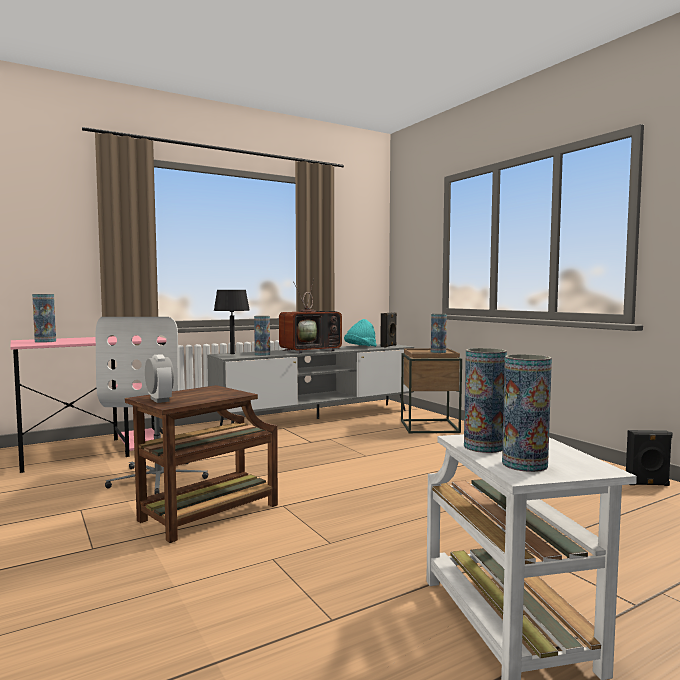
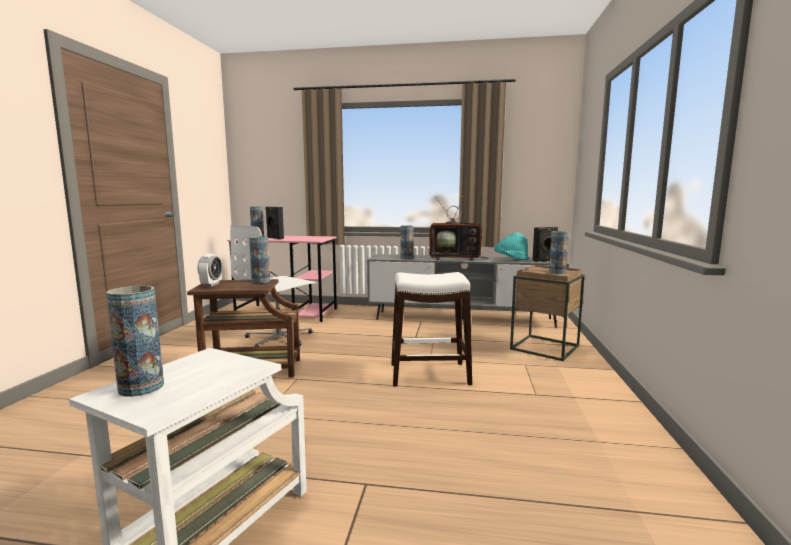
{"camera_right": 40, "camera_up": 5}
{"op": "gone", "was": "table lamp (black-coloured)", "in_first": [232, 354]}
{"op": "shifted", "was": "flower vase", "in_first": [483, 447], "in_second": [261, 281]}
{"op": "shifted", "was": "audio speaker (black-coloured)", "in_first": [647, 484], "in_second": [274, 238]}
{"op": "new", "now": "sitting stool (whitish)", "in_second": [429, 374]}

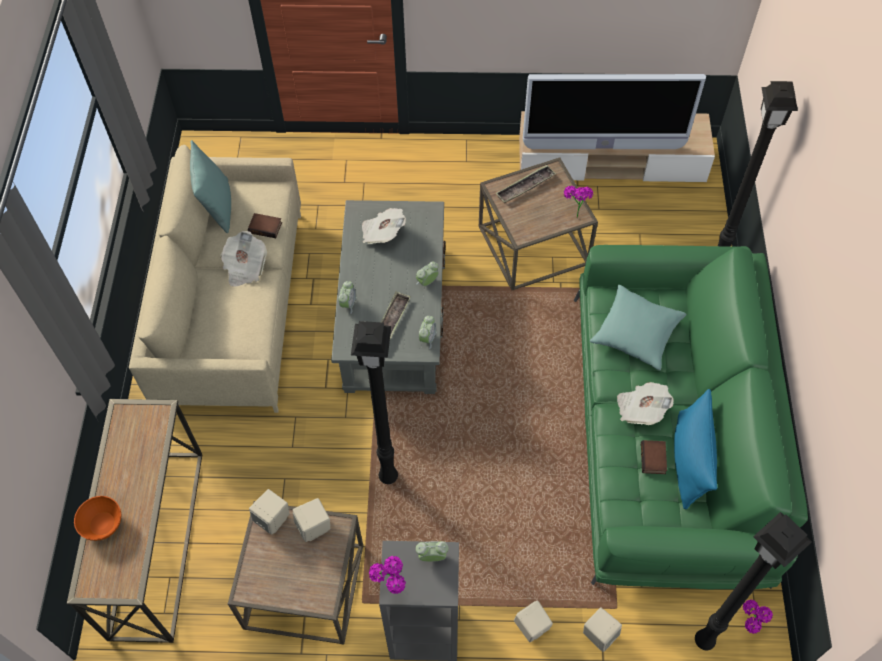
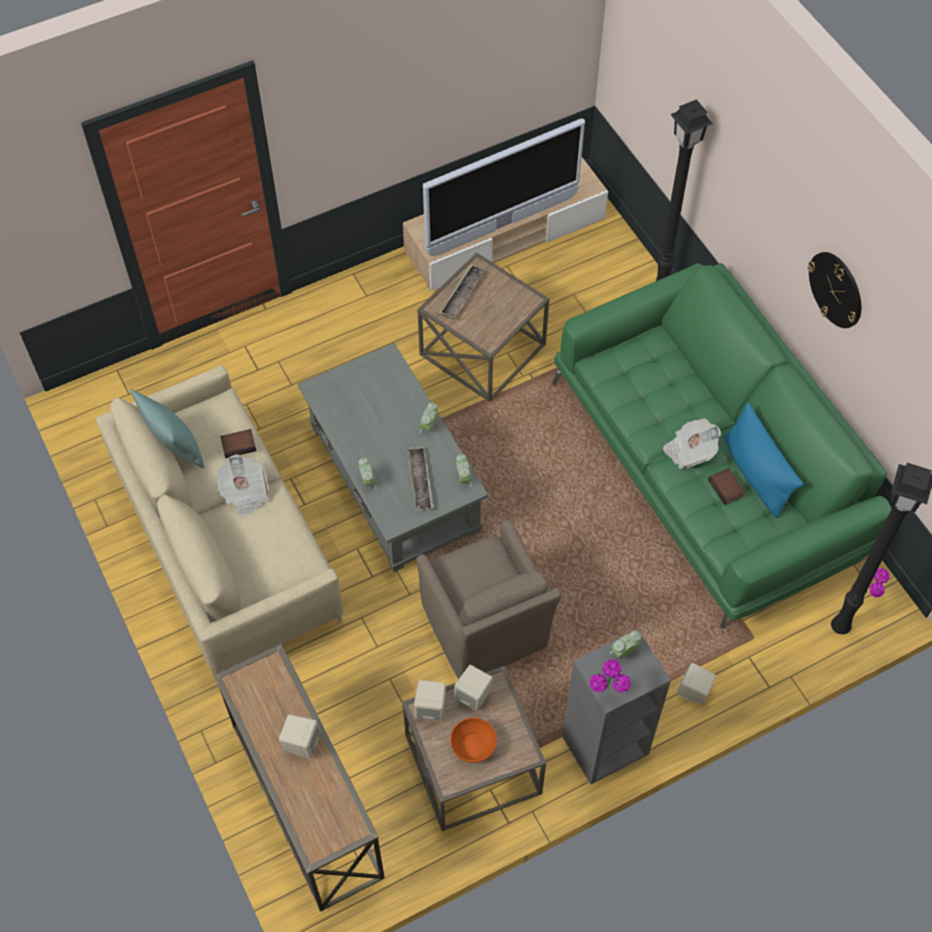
{"camera_right": -30, "camera_up": 0}
{"op": "gone", "was": "plant in a pot", "in_first": [575, 213]}
{"op": "gone", "was": "daily paper", "in_first": [382, 233]}
{"op": "gone", "was": "throw pillow (turquoise)", "in_first": [636, 334]}
{"op": "swapped", "was": "standard lamp (black-coloured)", "now": "easy chair (brown-coloured)", "in_first": [387, 478], "in_second": [485, 629]}
{"op": "shifted", "was": "deep dish (orangey)", "in_first": [102, 524], "in_second": [473, 746]}
{"op": "shifted", "was": "audio speaker (sand-coloured)", "in_first": [599, 634], "in_second": [302, 743]}
{"op": "new", "now": "hanging clock", "in_second": [836, 289]}

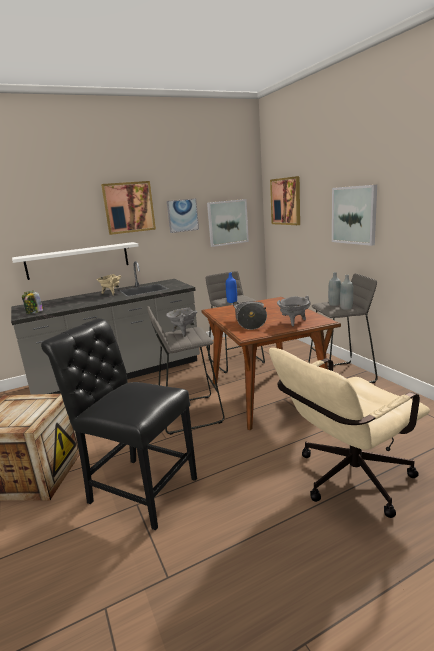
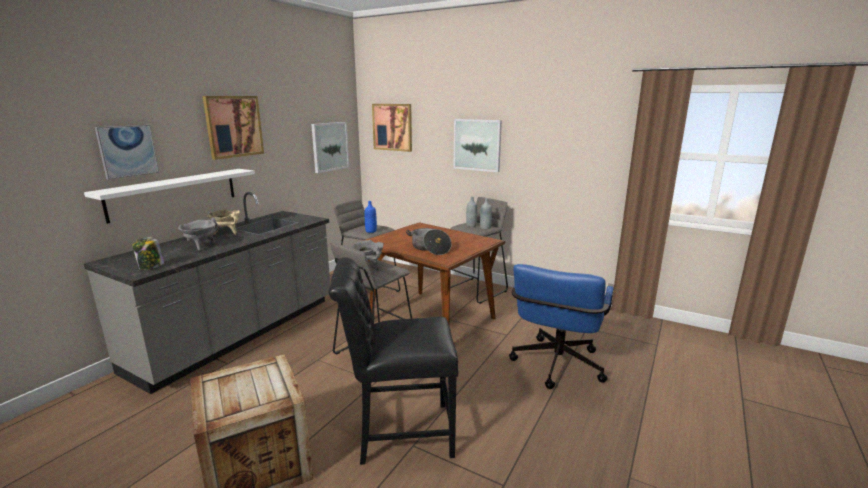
{"camera_right": -35, "camera_up": 0}
{"op": "shifted", "was": "wall picture", "in_first": [182, 215], "in_second": [127, 151]}
{"op": "shifted", "was": "cooking pot (greyish)", "in_first": [293, 322], "in_second": [201, 246]}
{"op": "repainted", "was": "desk chair (sand-coloured)", "now": "desk chair (blue)", "in_first": [346, 480], "in_second": [555, 368]}

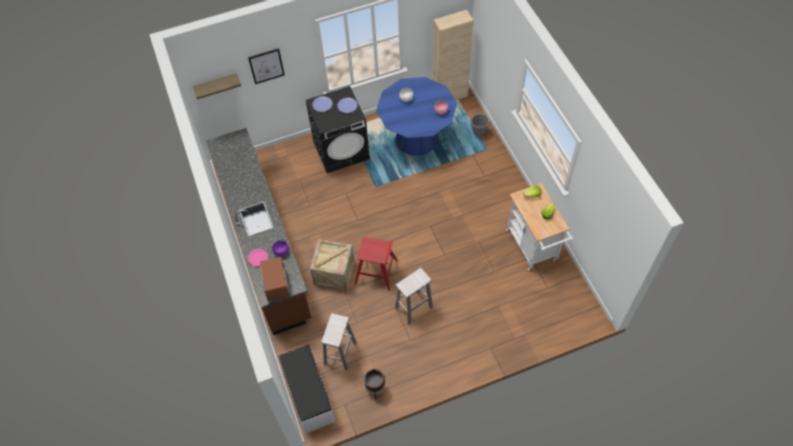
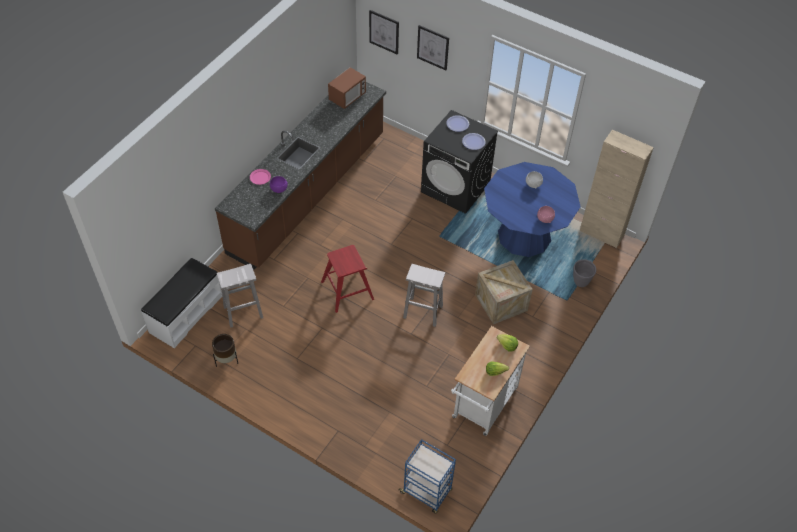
{"camera_right": 50, "camera_up": -5}
{"op": "swapped", "was": "shelf", "now": "wall picture", "in_first": [216, 85], "in_second": [384, 32]}
{"op": "shifted", "was": "crate", "in_first": [334, 272], "in_second": [501, 302]}
{"op": "shifted", "was": "microwave", "in_first": [276, 285], "in_second": [347, 97]}
{"op": "shifted", "was": "sitting stool (whitish)", "in_first": [413, 308], "in_second": [422, 311]}
{"op": "new", "now": "cart (blue)", "in_second": [426, 491]}

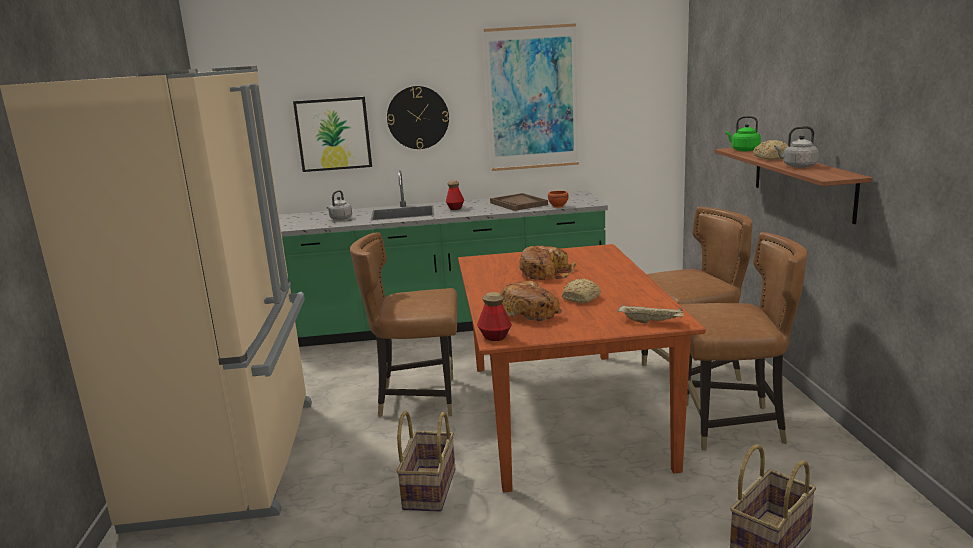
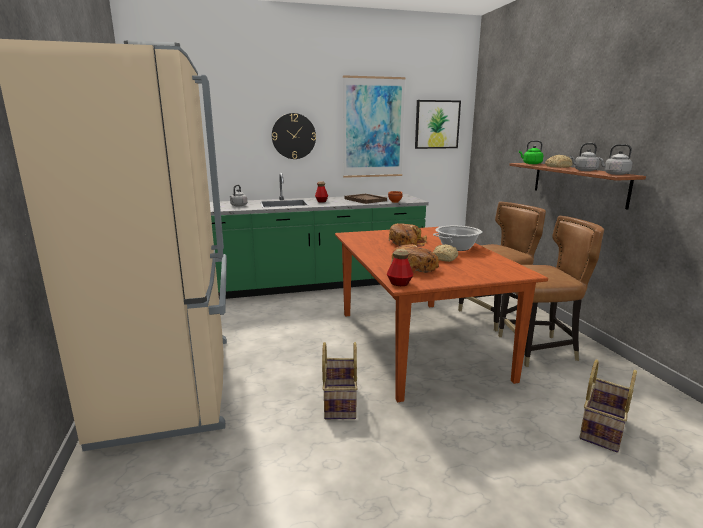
{"camera_right": -10, "camera_up": 0}
{"op": "shifted", "was": "wall picture", "in_first": [333, 134], "in_second": [437, 124]}
{"op": "gone", "was": "chair (brown-coloured)", "in_first": [418, 398]}
{"op": "gone", "was": "tray (sand-coloured)", "in_first": [651, 322]}
{"op": "new", "now": "tea kettle (greyish)", "in_second": [614, 174]}
{"op": "new", "now": "cooking pot", "in_second": [457, 248]}

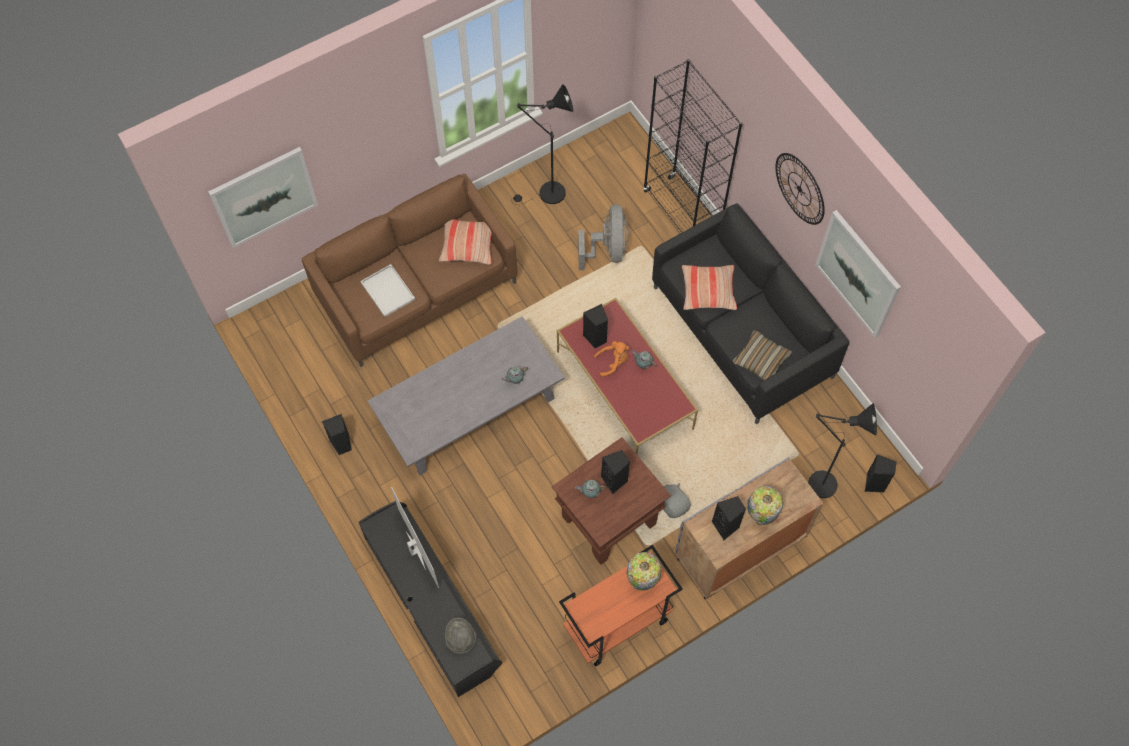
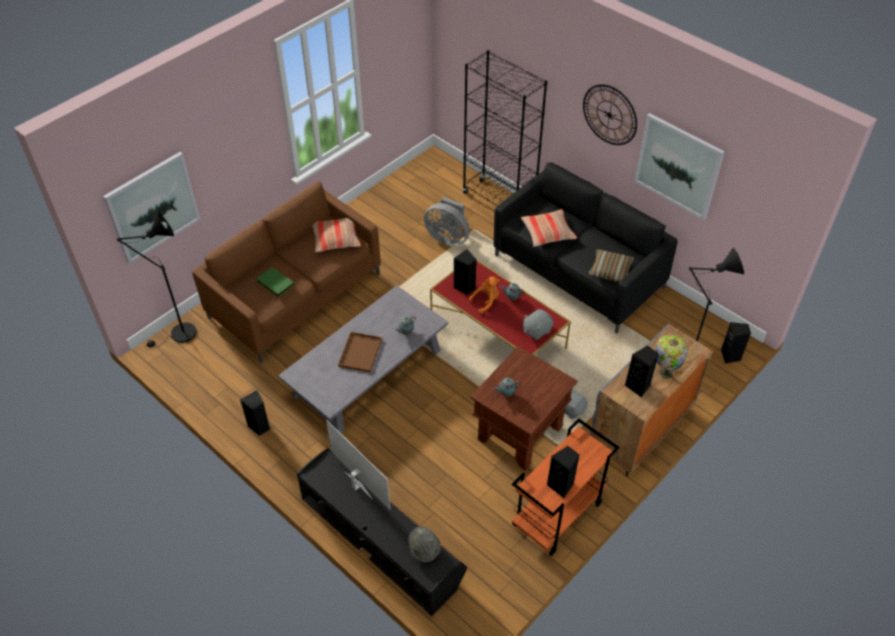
{"camera_right": -15, "camera_up": -15}
{"op": "shifted", "was": "standard lamp (black-coloured)", "in_first": [547, 195], "in_second": [179, 335]}
{"op": "rotated", "was": "fan (greyish)", "in_first": [607, 250], "in_second": [448, 238], "clockwise": 135}
{"op": "swapped", "was": "tray (whitish)", "now": "volume (green)", "in_first": [387, 290], "in_second": [274, 284]}
{"op": "shifted", "was": "audio speaker (black-coloured)", "in_first": [615, 481], "in_second": [561, 485]}
{"op": "gone", "was": "table lamp", "in_first": [642, 582]}
{"op": "new", "now": "cuddly toy (greyish)", "in_second": [536, 330]}
{"op": "new", "now": "tray (brown-coloured)", "in_second": [360, 352]}

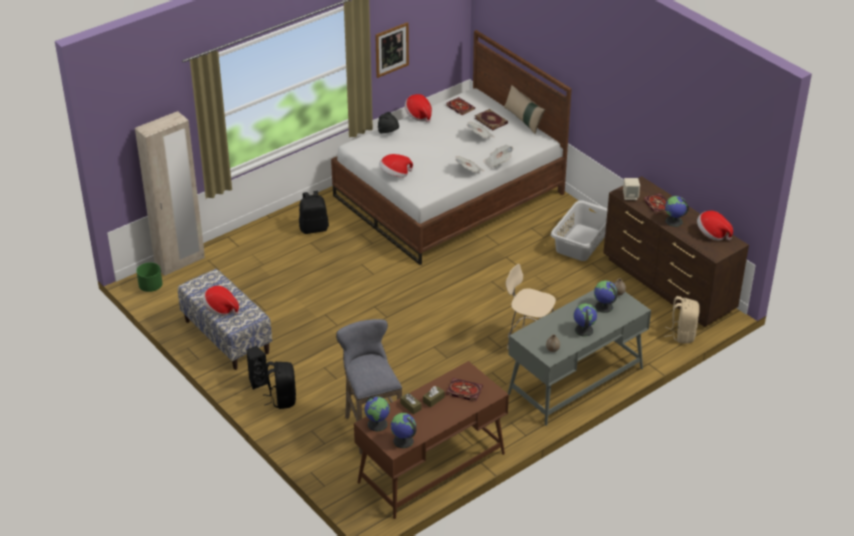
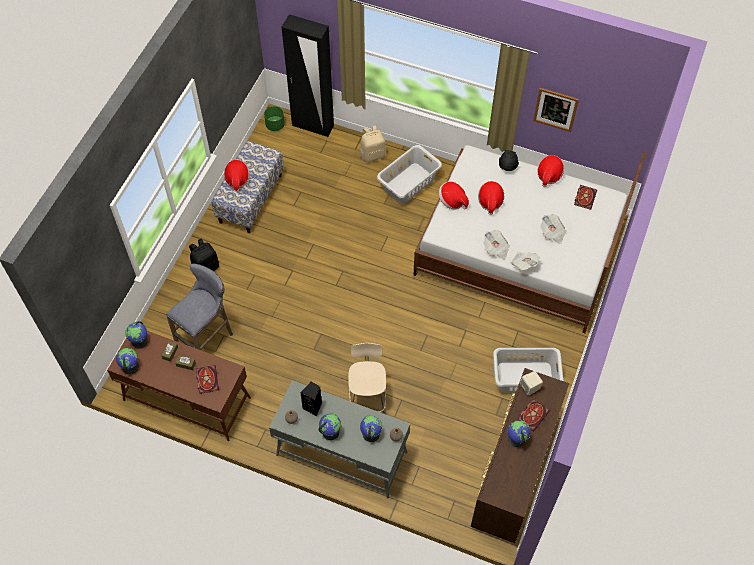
{"camera_right": 60, "camera_up": 20}
{"op": "gone", "was": "throw pillow (sand-coloured)", "in_first": [523, 120]}
{"op": "gone", "was": "volume", "in_first": [491, 120]}
{"op": "repainted", "was": "wardrobe (sand-coloured)", "now": "wardrobe (black-coloured)", "in_first": [180, 262], "in_second": [312, 126]}
{"op": "swapped", "was": "rucksack (black-coloured)", "now": "washing basket (greyish)", "in_first": [314, 228], "in_second": [409, 183]}
{"op": "shifted", "was": "clothing hat", "in_first": [712, 234], "in_second": [490, 201]}
{"op": "shifted", "was": "rucksack (sand-coloured)", "in_first": [682, 334], "in_second": [372, 154]}
{"op": "shifted", "was": "audio speaker (black-coloured)", "in_first": [257, 382], "in_second": [313, 407]}

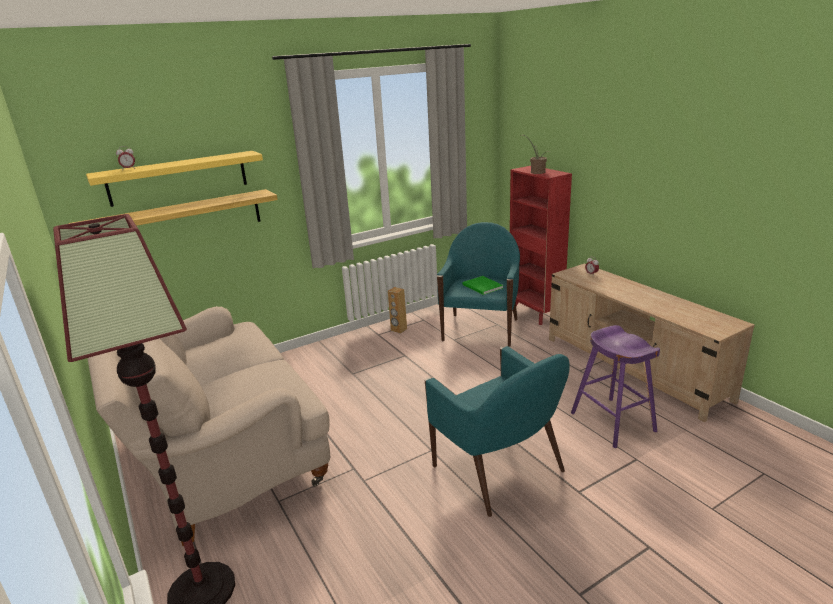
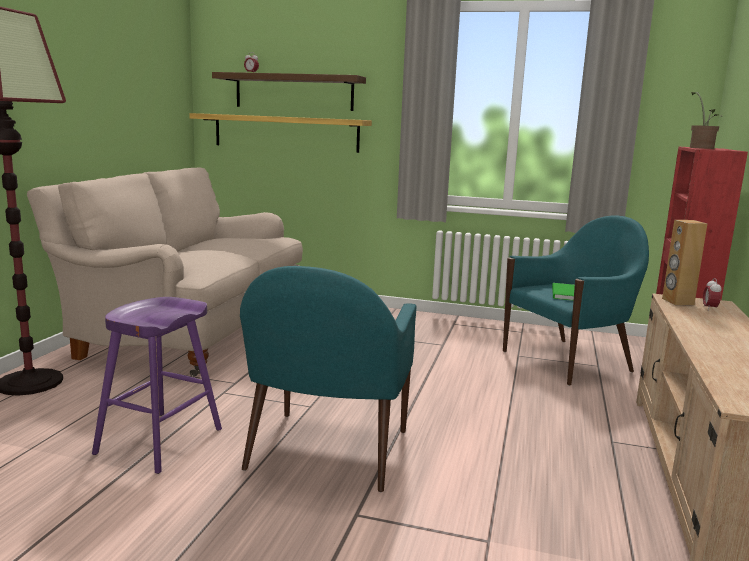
{"camera_right": 45, "camera_up": -10}
{"op": "repainted", "was": "shelf (yellowish)", "now": "shelf (brown-coloured)", "in_first": [178, 178], "in_second": [294, 92]}
{"op": "shifted", "was": "audio speaker (brown-coloured)", "in_first": [398, 330], "in_second": [677, 302]}
{"op": "shifted", "was": "sitting stool (purplish)", "in_first": [613, 422], "in_second": [159, 441]}

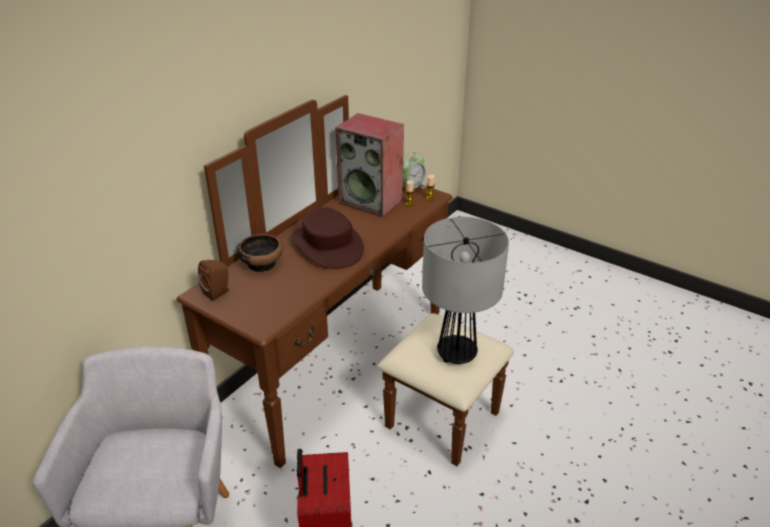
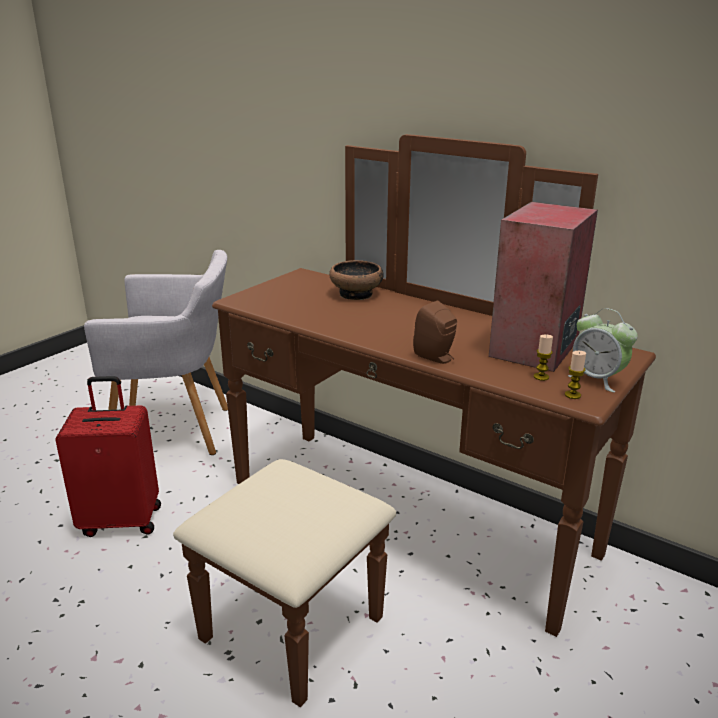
{"camera_right": 90, "camera_up": -10}
{"op": "gone", "was": "clothing hat (brown-coloured)", "in_first": [328, 245]}
{"op": "gone", "was": "table lamp", "in_first": [456, 354]}
{"op": "shifted", "was": "audio speaker (brown-coloured)", "in_first": [218, 292], "in_second": [436, 357]}

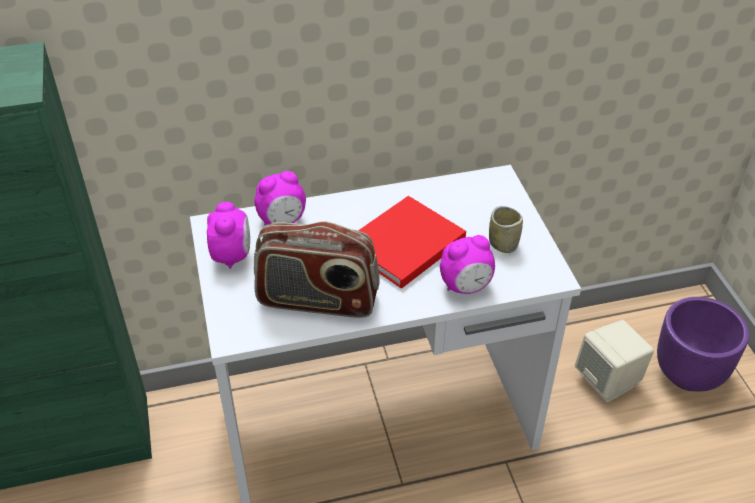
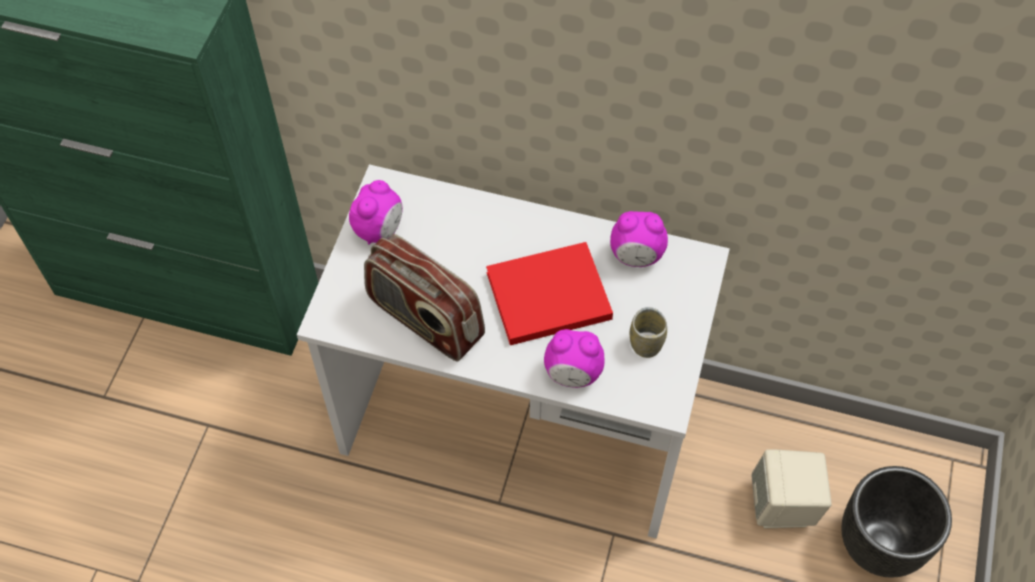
{"camera_right": 30, "camera_up": 15}
{"op": "shifted", "was": "bedside clock", "in_first": [282, 221], "in_second": [636, 256]}
{"op": "repainted", "was": "flower pot (purplish)", "now": "flower pot (black-coloured)", "in_first": [689, 374], "in_second": [880, 544]}

